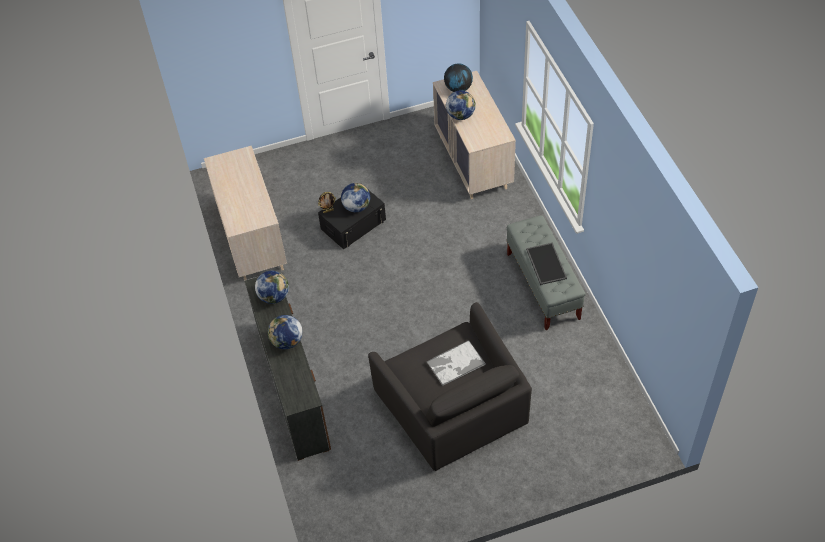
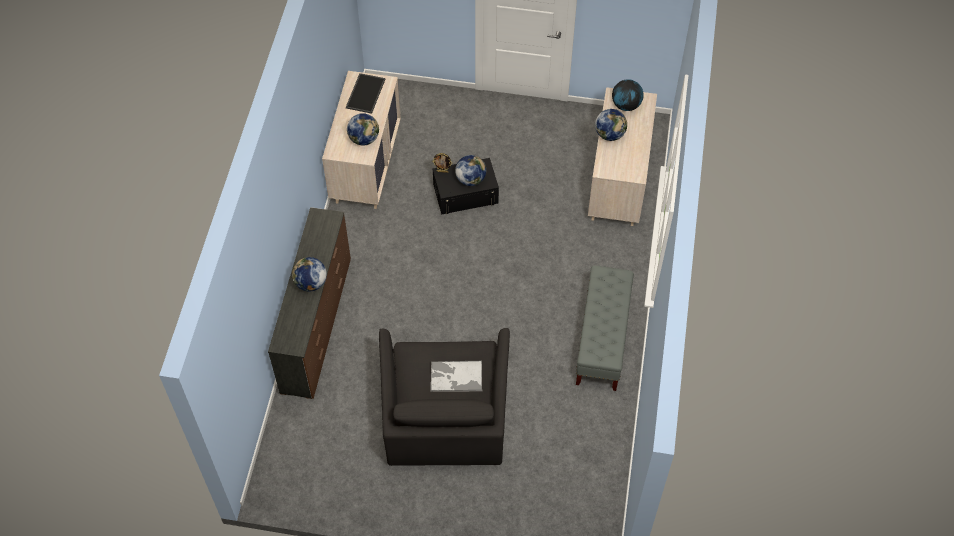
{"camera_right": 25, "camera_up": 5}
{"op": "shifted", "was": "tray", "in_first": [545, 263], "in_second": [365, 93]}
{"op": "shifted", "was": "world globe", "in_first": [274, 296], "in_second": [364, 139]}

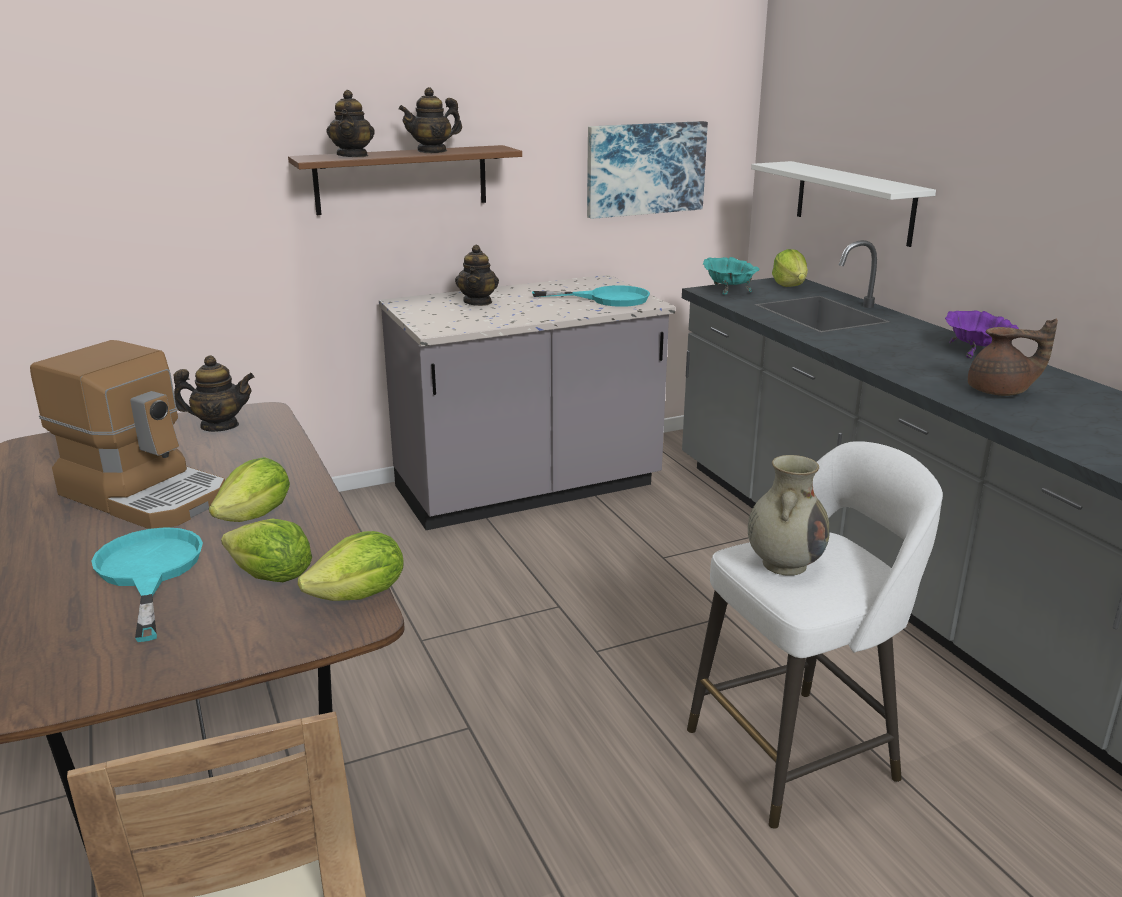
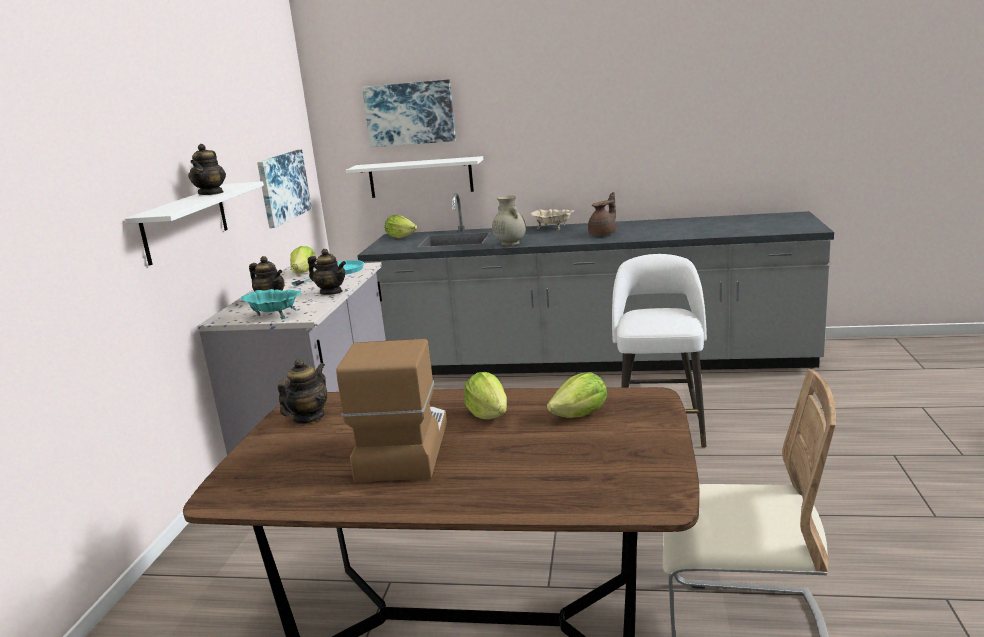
{"camera_right": -55, "camera_up": -5}
{"op": "shifted", "was": "pot for tea", "in_first": [353, 155], "in_second": [331, 292]}
{"op": "repainted", "was": "shelf (brown-coloured)", "now": "shelf (whitish)", "in_first": [401, 179], "in_second": [185, 222]}
{"op": "shifted", "was": "deep dish (turquoise)", "in_first": [728, 290], "in_second": [274, 316]}
{"op": "repainted", "was": "deep dish (purplish)", "now": "deep dish (sand-coloured)", "in_first": [977, 351], "in_second": [553, 228]}
{"op": "rotated", "was": "coffee brewer", "in_first": [147, 494], "in_second": [402, 449], "clockwise": -60}
{"op": "shifted", "was": "flower vase (sand-coloured)", "in_first": [784, 563], "in_second": [510, 243]}
{"op": "gone", "was": "skillet (turquoise)", "in_first": [149, 572]}
{"op": "shifted", "was": "lettuce", "in_first": [360, 596], "in_second": [304, 272]}
{"op": "new", "now": "wall picture", "in_second": [410, 113]}

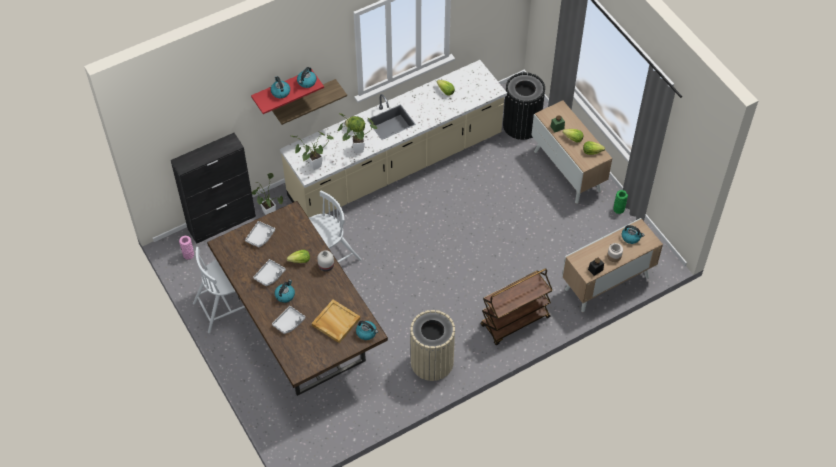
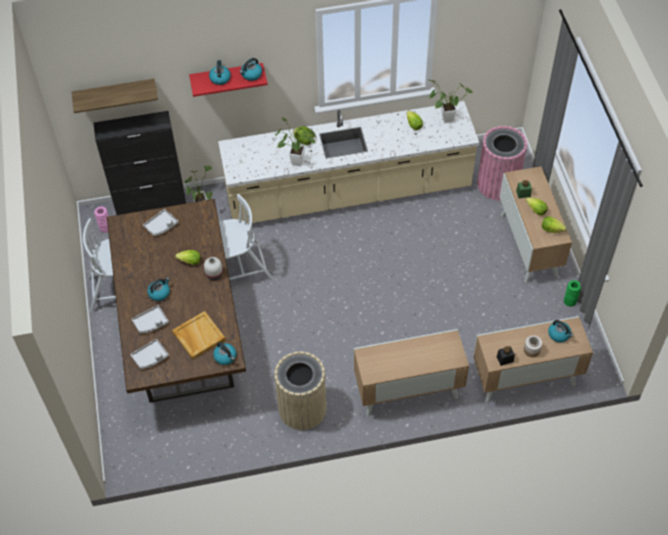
{"camera_right": 20, "camera_up": 0}
{"op": "repainted", "was": "trash can (black-coloured)", "now": "trash can (pink)", "in_first": [521, 125], "in_second": [498, 184]}
{"op": "shifted", "was": "shelf", "in_first": [303, 99], "in_second": [115, 93]}
{"op": "shifted", "was": "plant in a pot", "in_first": [313, 166], "in_second": [444, 119]}
{"op": "shifted", "was": "tray (greyish)", "in_first": [270, 275], "in_second": [150, 357]}
{"op": "swapped", "was": "cart (brown-coloured)", "now": "storage cabinet", "in_first": [515, 322], "in_second": [408, 392]}

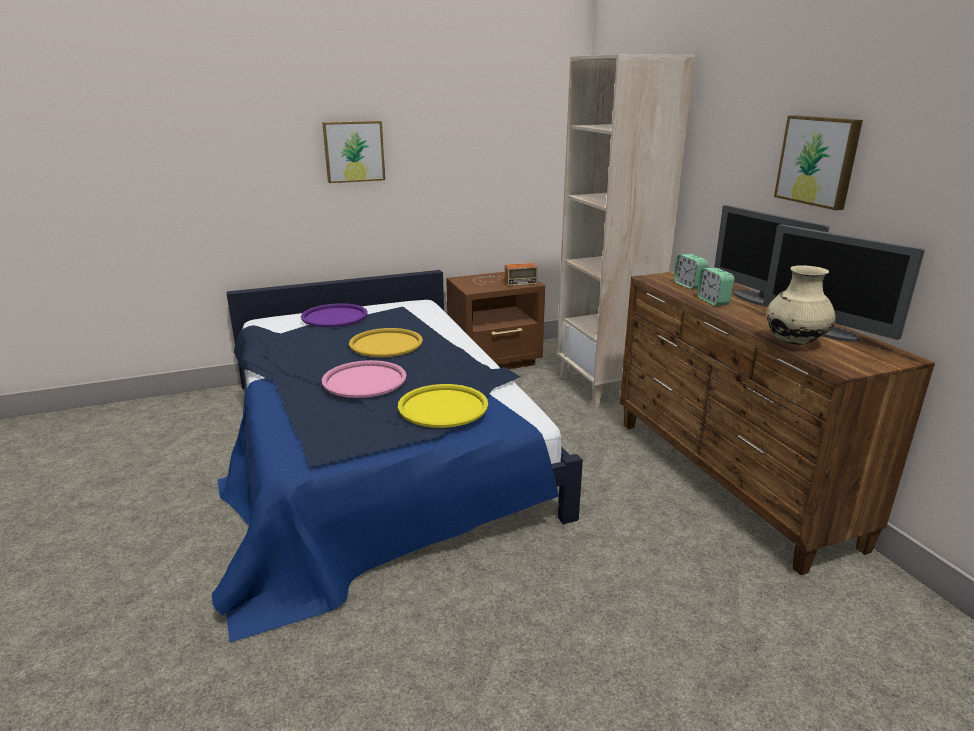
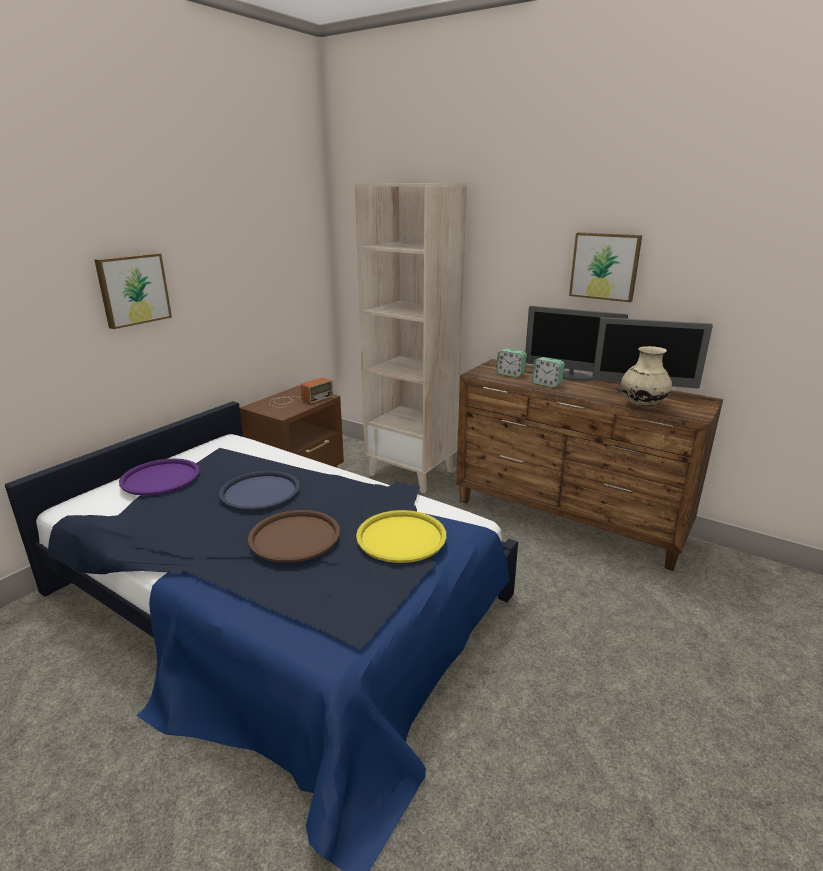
{"camera_right": -35, "camera_up": 0}
{"op": "repainted", "was": "tray (yellowish)", "now": "tray (blue)", "in_first": [386, 344], "in_second": [260, 491]}
{"op": "repainted", "was": "tray (pink)", "now": "tray (brown-coloured)", "in_first": [364, 380], "in_second": [294, 537]}

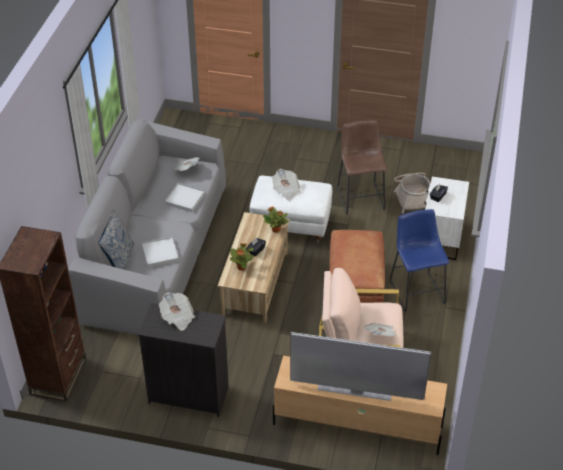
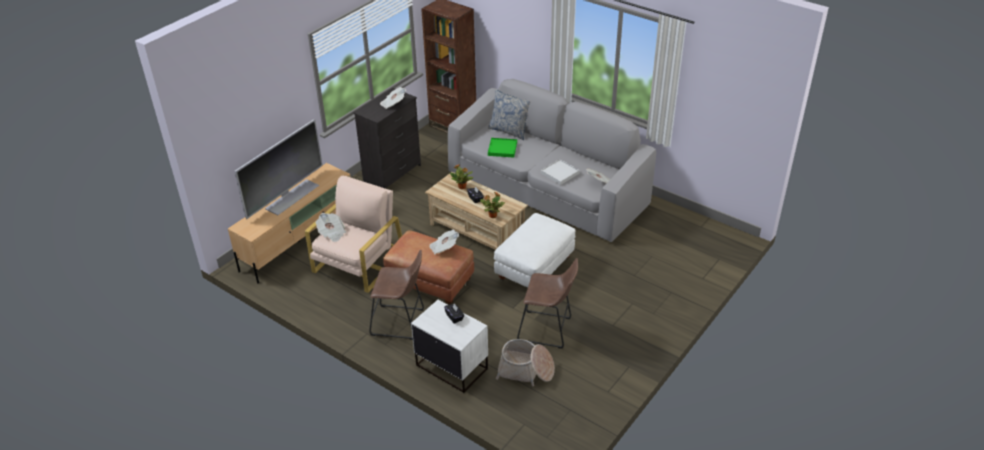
{"camera_right": 115, "camera_up": -5}
{"op": "shifted", "was": "daily paper", "in_first": [286, 190], "in_second": [443, 248]}
{"op": "repainted", "was": "sitting stool (blue)", "now": "sitting stool (brown-coloured)", "in_first": [416, 289], "in_second": [400, 323]}
{"op": "repainted", "was": "tray (whitish)", "now": "tray (green)", "in_first": [160, 253], "in_second": [502, 149]}

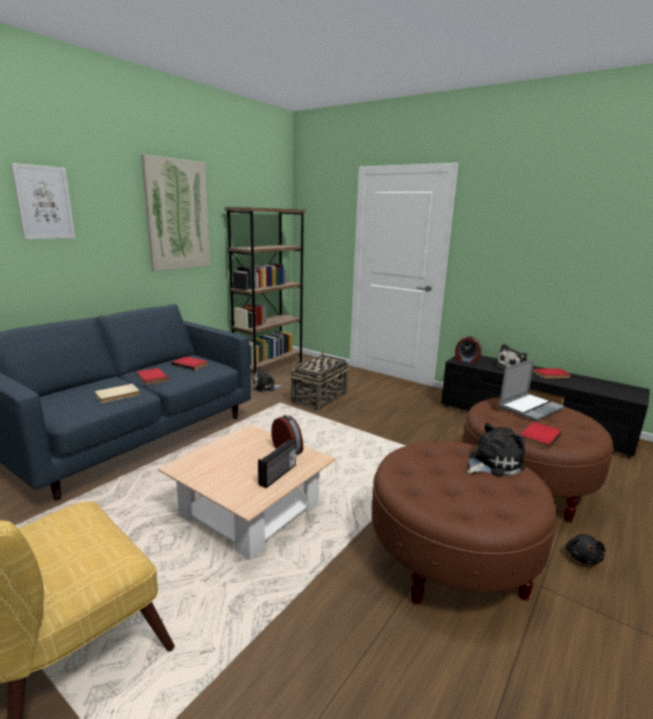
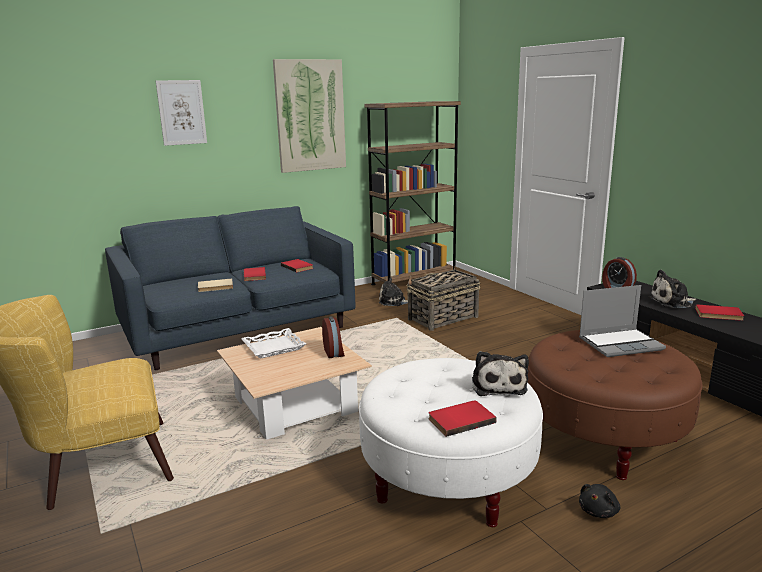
{"camera_right": 25, "camera_up": 0}
{"op": "rotated", "was": "cuddly toy", "in_first": [492, 463], "in_second": [498, 385], "clockwise": 90}
{"op": "shifted", "was": "volume (red-coloured)", "in_first": [538, 436], "in_second": [460, 419]}
{"op": "gone", "was": "radio set", "in_first": [278, 475]}
{"op": "repainted", "was": "footrest (brown-coloured)", "now": "footrest (whitish)", "in_first": [451, 557], "in_second": [448, 478]}
{"op": "new", "now": "tray (whitish)", "in_second": [273, 347]}

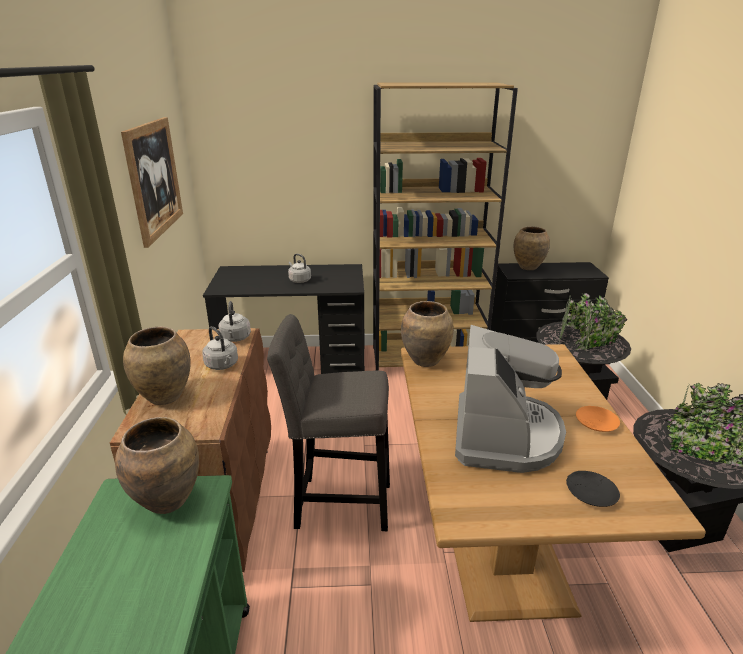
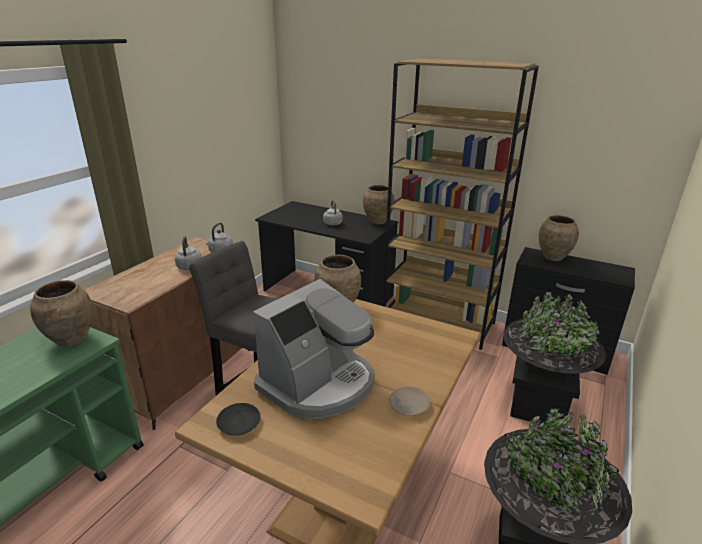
{"camera_right": 30, "camera_up": 0}
{"op": "gone", "was": "wall picture", "in_first": [154, 178]}
{"op": "shifted", "was": "flower vase (brown-coloured)", "in_first": [164, 397], "in_second": [377, 222]}
{"op": "repainted", "was": "dinner plate (orangey)", "now": "dinner plate (sand-coloured)", "in_first": [596, 423], "in_second": [408, 405]}
{"op": "shifted", "was": "dinner plate (black-coloured)", "in_first": [590, 493], "in_second": [239, 423]}

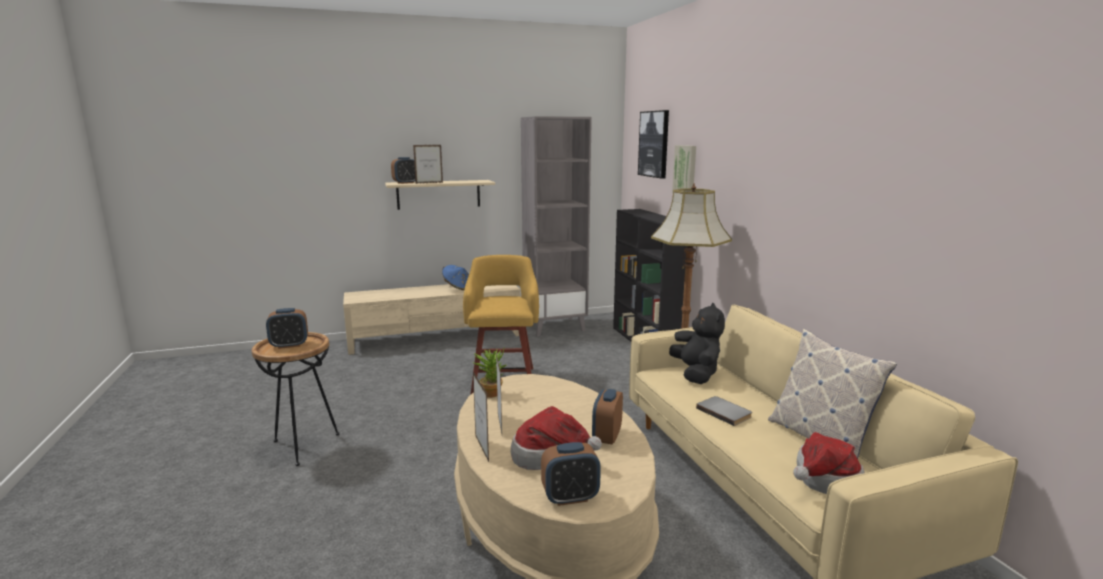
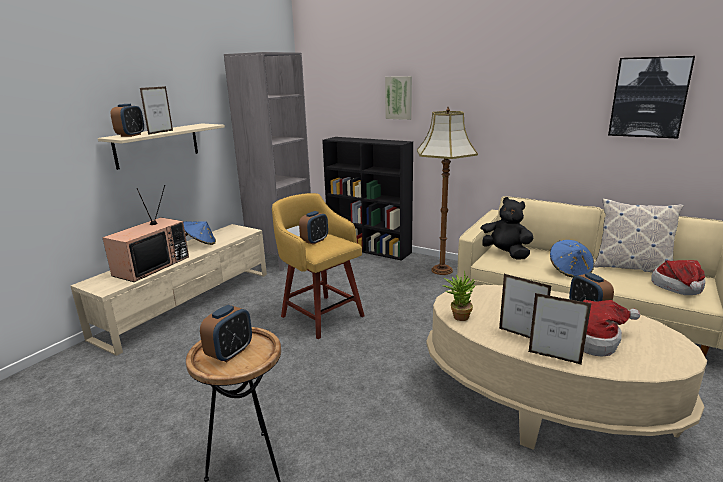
{"camera_right": -40, "camera_up": 5}
{"op": "shifted", "was": "wall picture", "in_first": [654, 144], "in_second": [649, 97]}
{"op": "swapped", "was": "volume (greyish)", "now": "clothing hat (blue)", "in_first": [725, 412], "in_second": [570, 271]}
{"op": "shifted", "was": "bedside clock", "in_first": [570, 497], "in_second": [315, 241]}
{"op": "new", "now": "television", "in_second": [151, 265]}

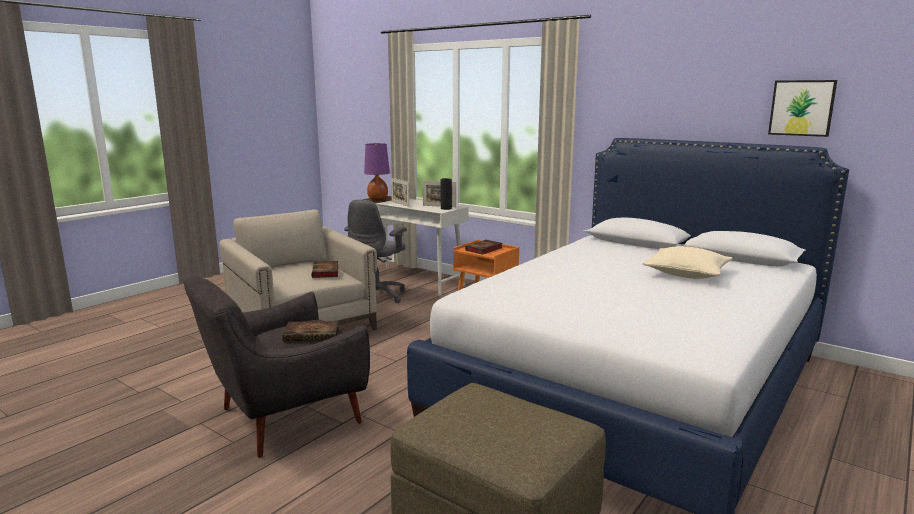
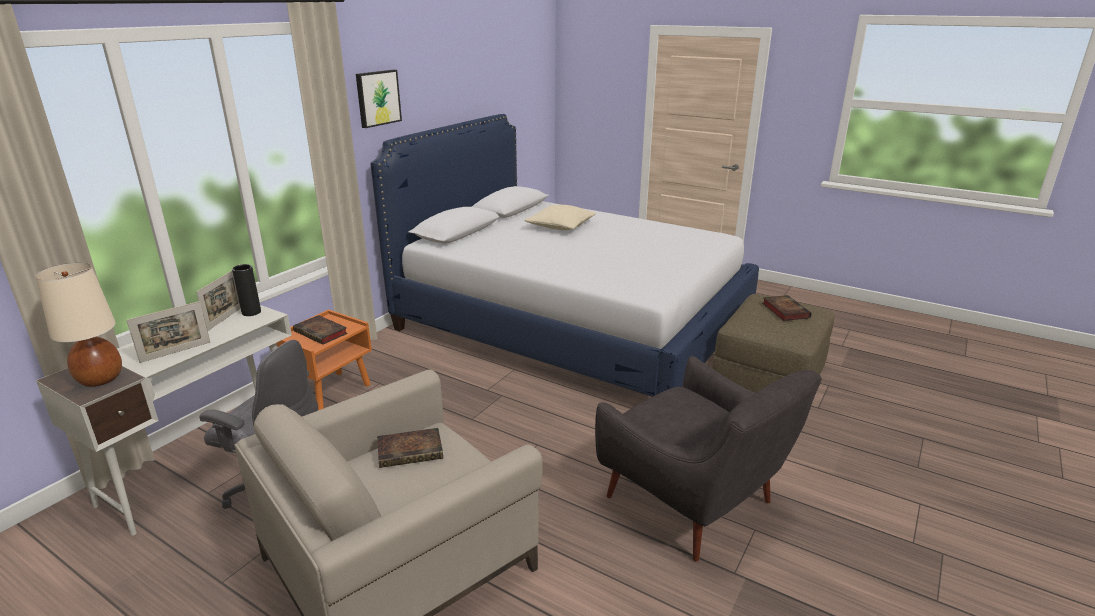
{"camera_right": -95, "camera_up": 10}
{"op": "shifted", "was": "wall picture", "in_first": [802, 108], "in_second": [377, 98]}
{"op": "repainted", "was": "table lamp (purplish)", "now": "table lamp (sand-coloured)", "in_first": [378, 200], "in_second": [101, 379]}
{"op": "shifted", "was": "volume", "in_first": [313, 334], "in_second": [784, 310]}

